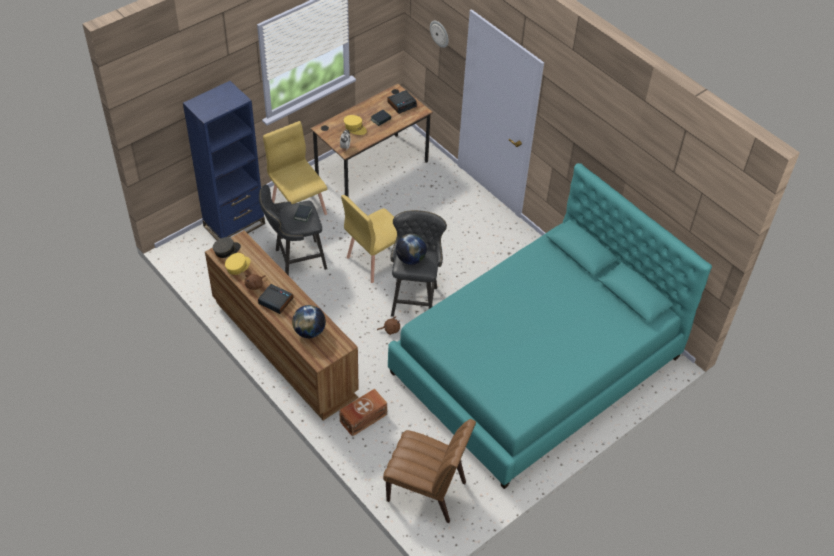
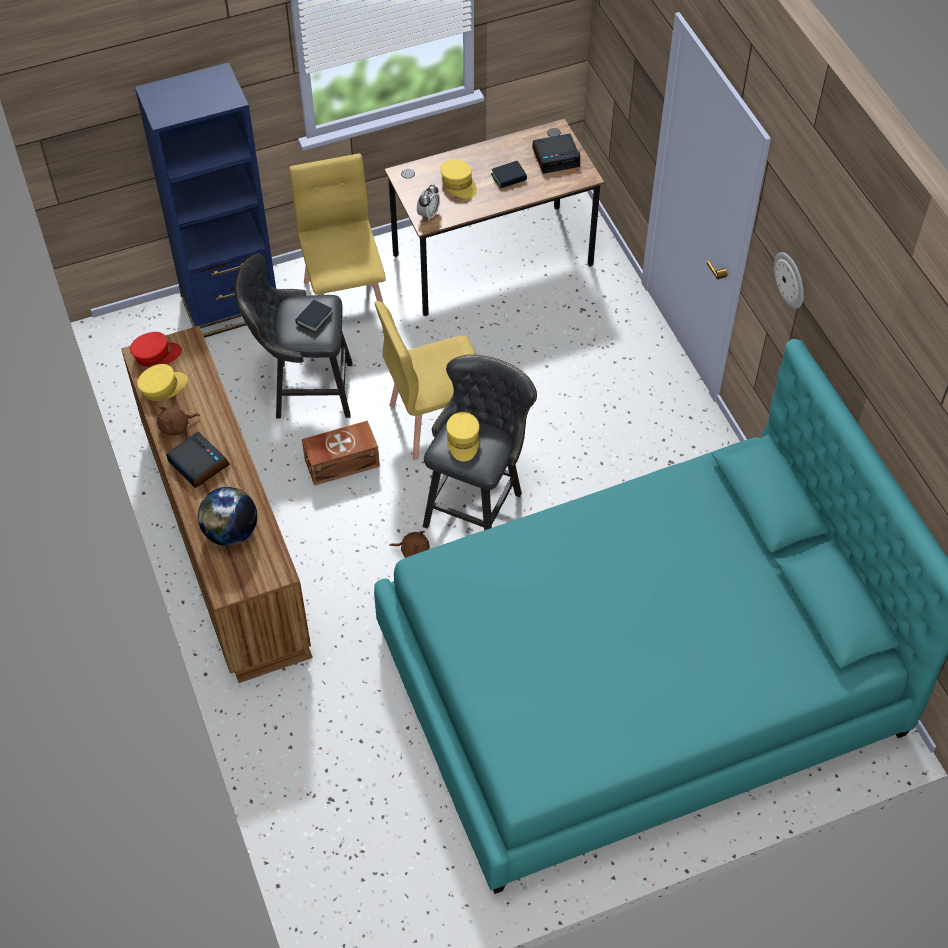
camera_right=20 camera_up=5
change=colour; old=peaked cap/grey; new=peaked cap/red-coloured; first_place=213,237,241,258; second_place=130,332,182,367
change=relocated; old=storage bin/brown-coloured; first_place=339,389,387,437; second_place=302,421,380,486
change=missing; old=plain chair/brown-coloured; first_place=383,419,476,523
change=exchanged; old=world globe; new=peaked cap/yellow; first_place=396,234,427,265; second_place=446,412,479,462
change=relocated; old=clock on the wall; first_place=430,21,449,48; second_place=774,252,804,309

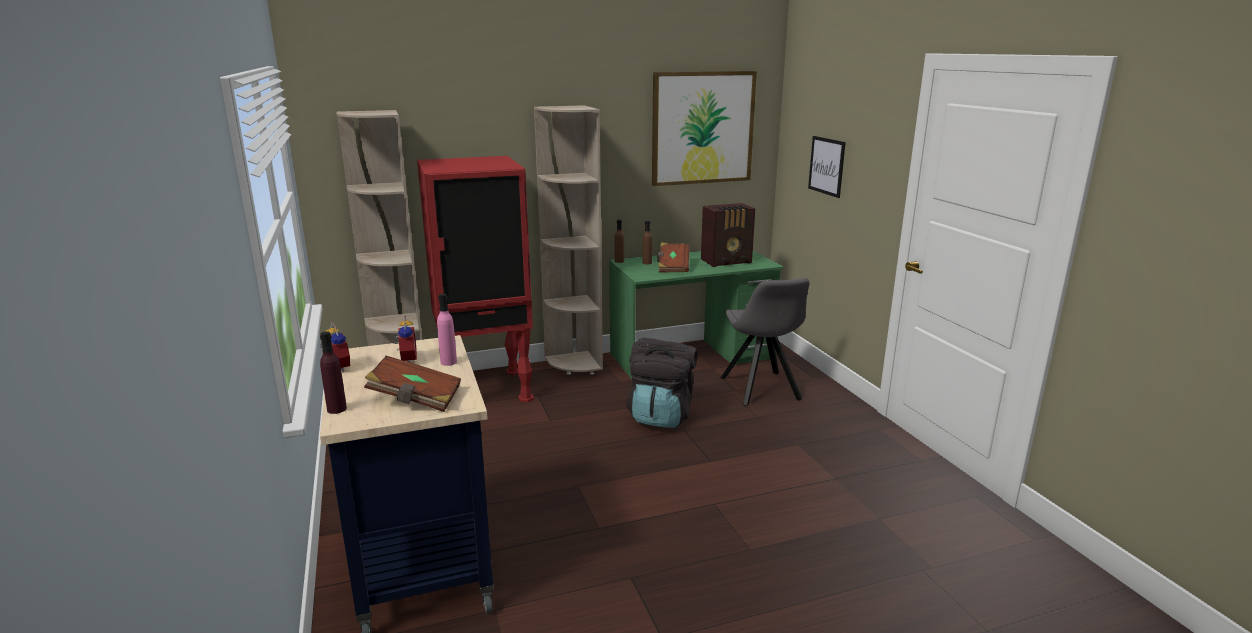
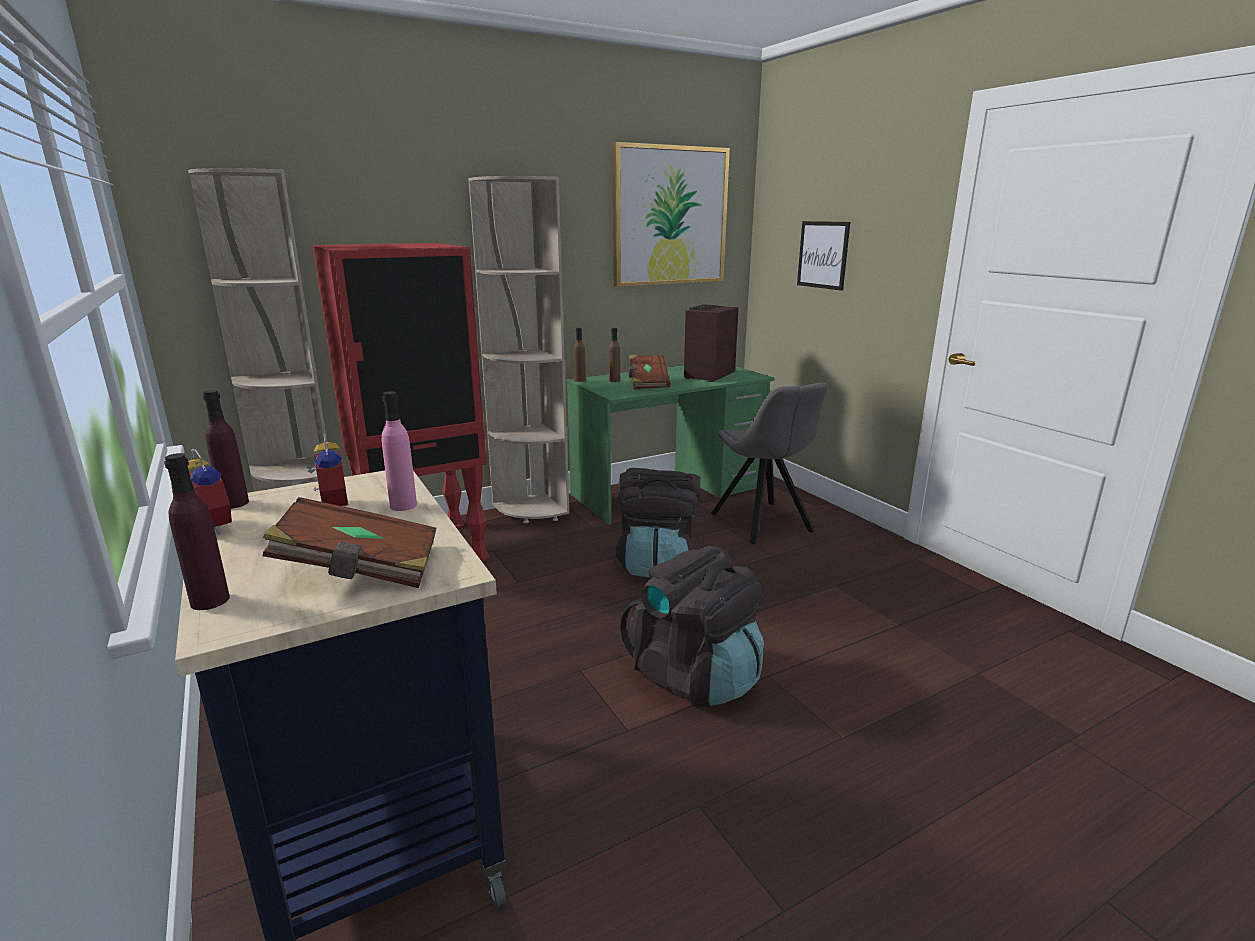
camera_right=-10 camera_up=0
change=spun; old=radio set; first_place=701,203,755,267; second_place=684,304,739,382; degrees=150
change=appeared; new=bottle/purple-coloured; second_place=203,390,249,509
change=appeared; new=rucksack/black; second_place=620,546,764,707

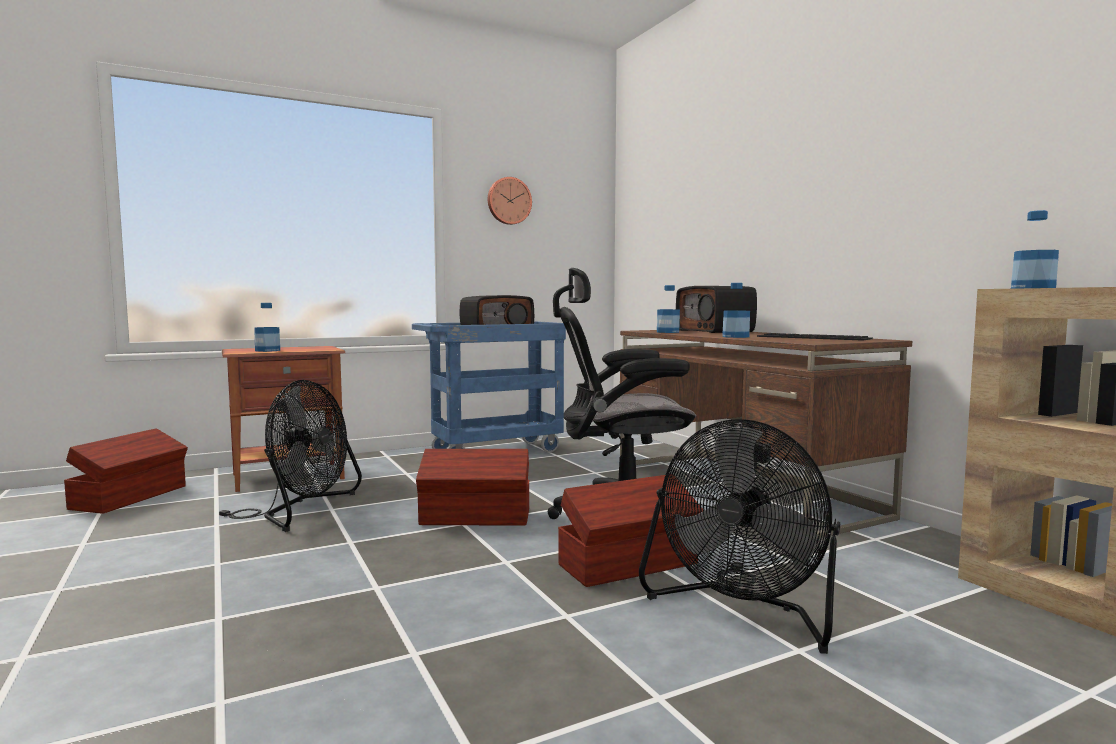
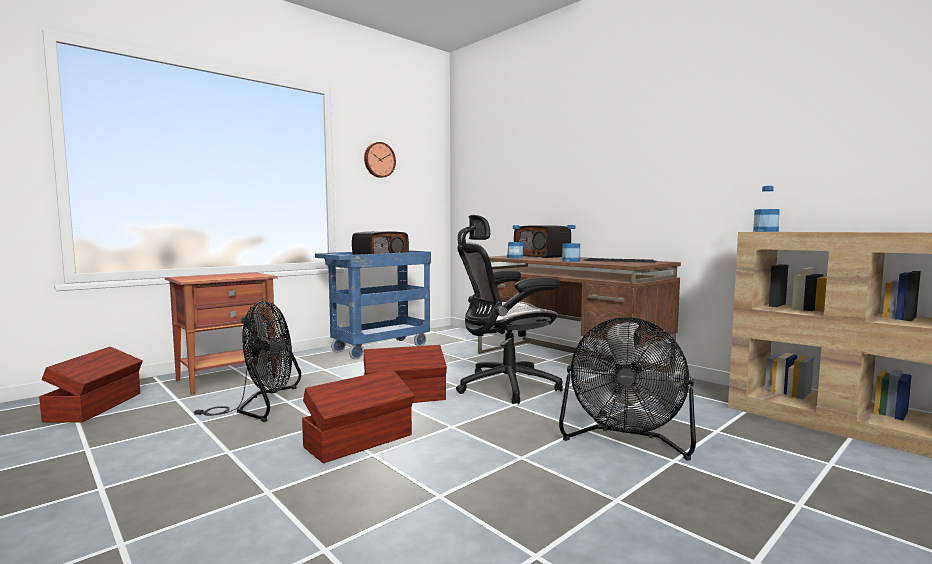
camera_right=-15 camera_up=0
change=missing; old=bottle; first_place=254,303,280,352
change=relocated; old=storage bin/brown-coloured; first_place=558,475,703,587; second_place=302,369,415,463

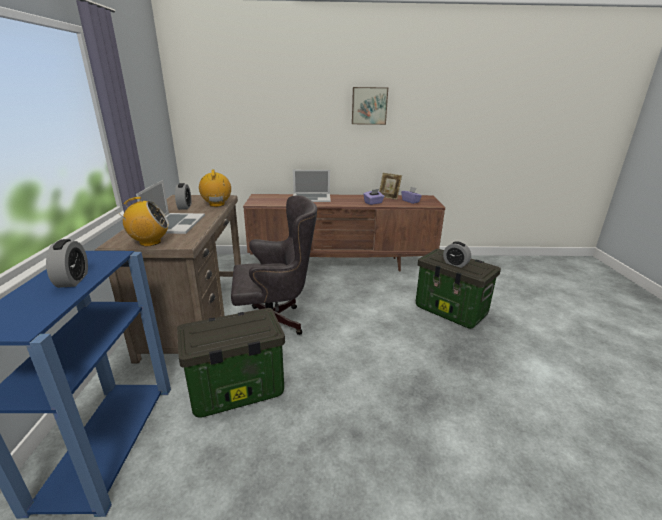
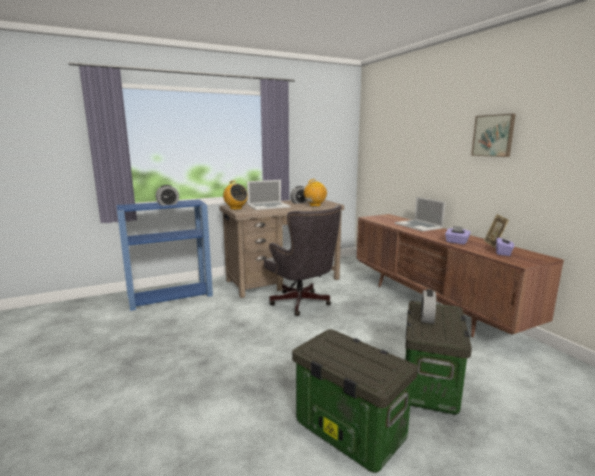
camera_right=65 camera_up=-10
change=relocated; old=storage bin; first_place=177,308,285,418; second_place=292,329,418,473

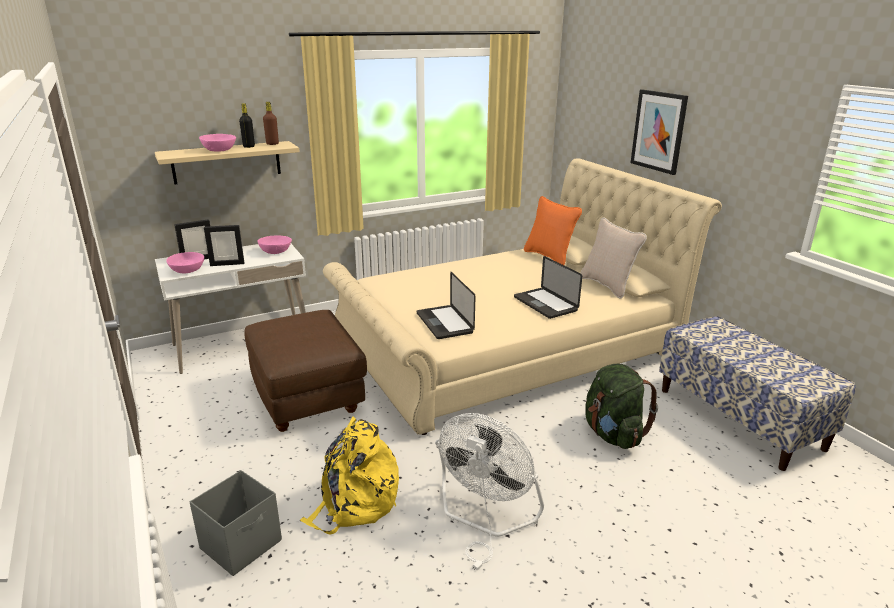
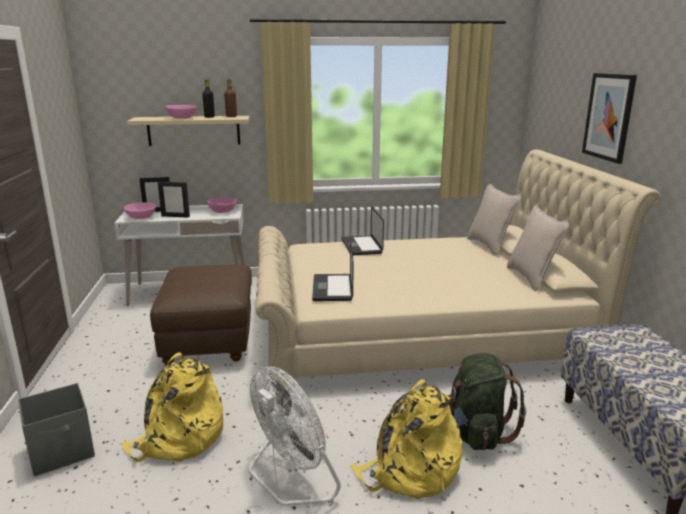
camera_right=20 camera_up=-5
change=relocated; old=portable computer; first_place=514,256,582,319; second_place=342,206,384,255
change=colour; old=cushion/orange; new=cushion/sand-coloured; first_place=524,196,582,265; second_place=467,184,521,256
change=appeared; new=rucksack/yellow; second_place=351,379,463,499

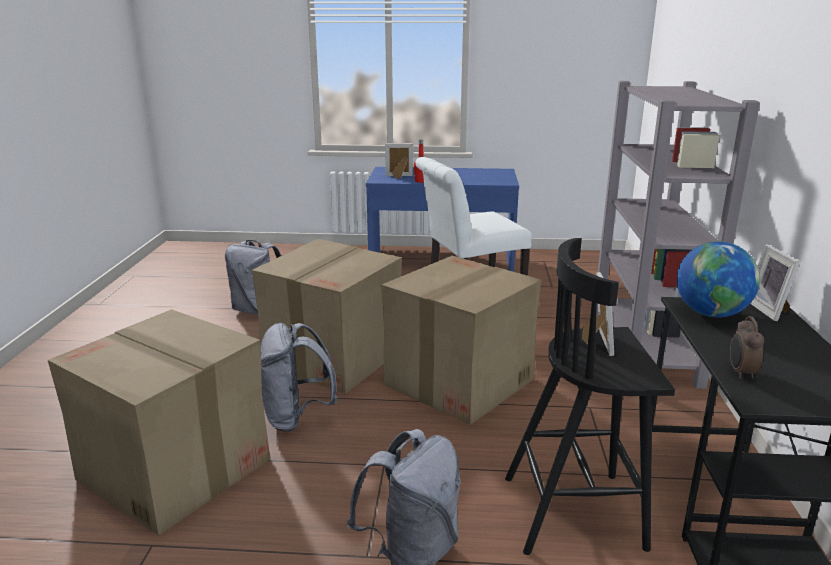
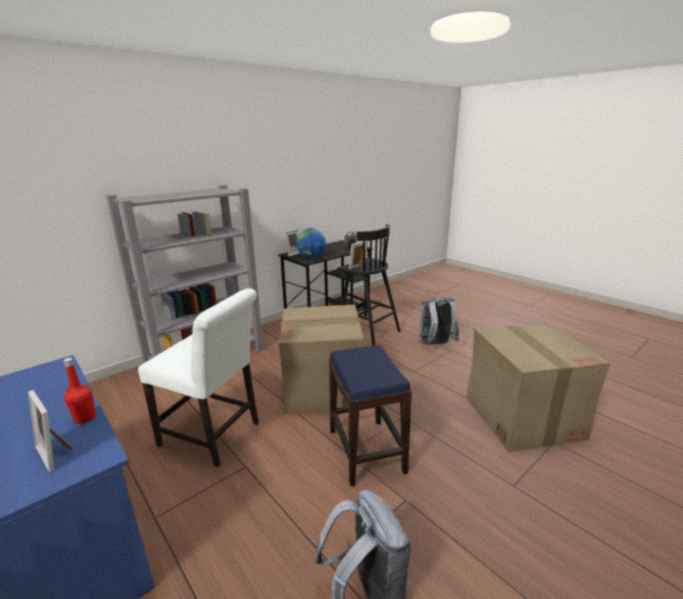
camera_right=-135 camera_up=0
change=exchanged; old=cardboard box; new=stool seat; first_place=252,239,402,394; second_place=329,345,412,486
change=missing; old=rucksack/grey; first_place=260,323,338,432

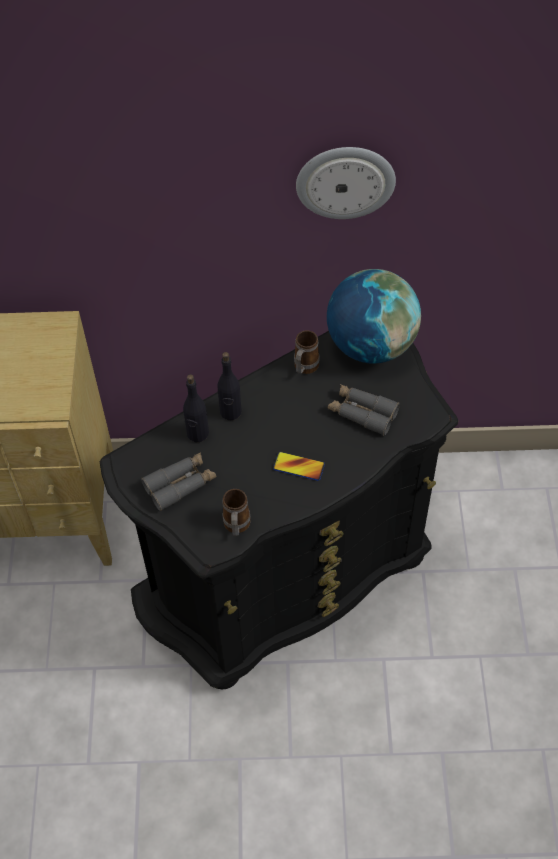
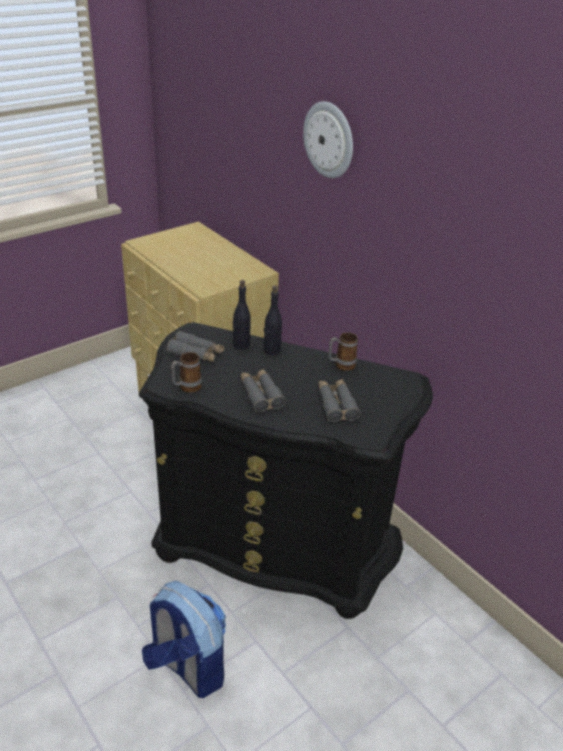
camera_right=50 camera_up=-20
change=exchanged; old=telephone; new=field glasses/grey; first_place=273,452,325,481; second_place=240,369,286,412
change=relocated; old=clock on the wall; first_place=296,147,396,219; second_place=303,101,353,178
change=missing; old=world globe; first_place=327,269,421,364
change=appeared; new=rucksack; second_place=142,581,226,698

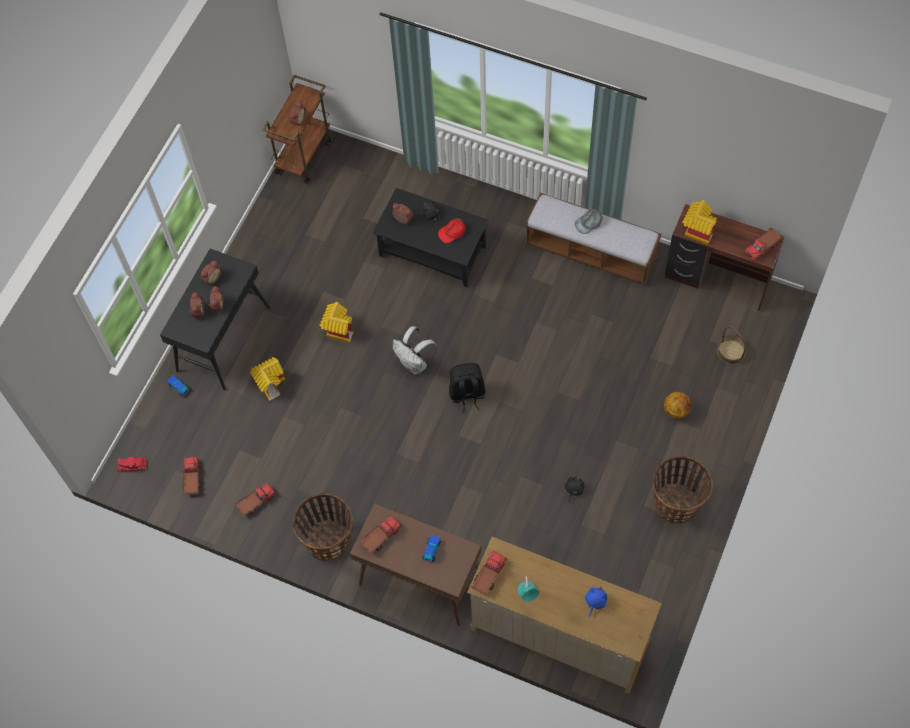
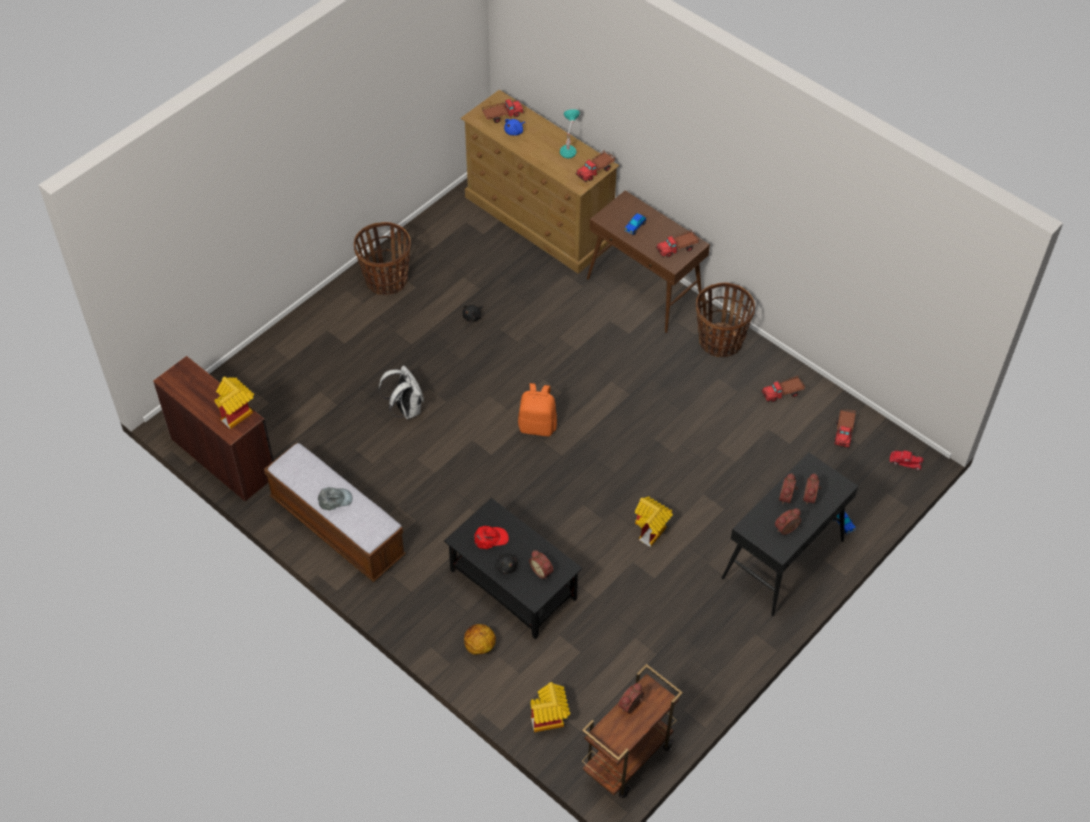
camera_right=-165 camera_up=-10
change=relocated; old=model house; first_place=250,357,285,401; second_place=530,682,570,732
change=relocated; old=rucksack/white; first_place=393,326,437,374; second_place=379,365,424,419
change=colour; old=rucksack/black; new=rucksack/orange; first_place=449,363,485,413; second_place=518,383,557,436
change=relocated; old=ball for basketball; first_place=664,392,691,419; second_place=464,624,496,655
change=missing; old=storage basket; first_place=717,326,747,365
change=relocated; old=toy truck; first_place=743,227,783,262; second_place=482,99,524,123

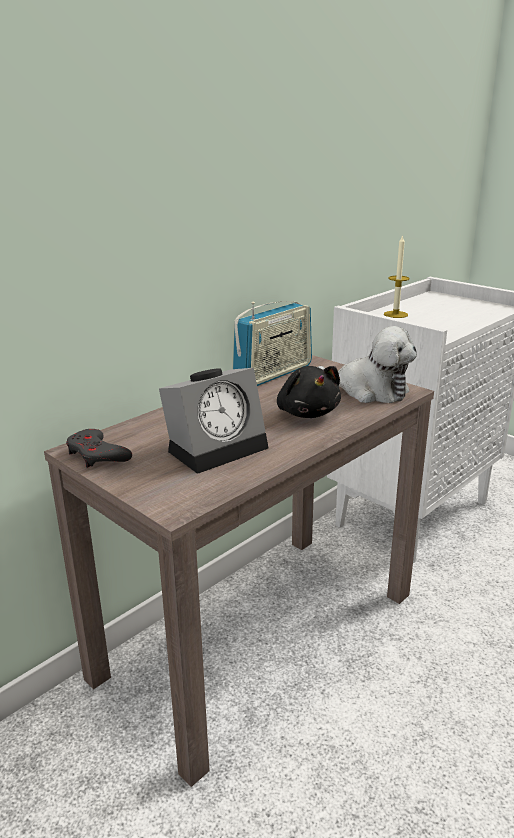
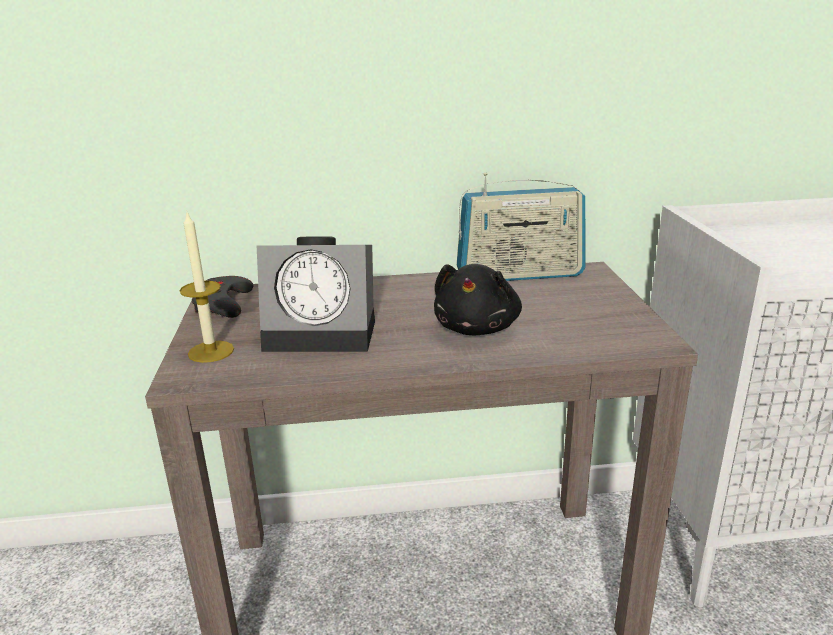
camera_right=40 camera_up=0
change=missing; old=plush toy; first_place=318,326,417,403
change=relocated; old=candle; first_place=384,235,410,318; second_place=179,210,234,363

